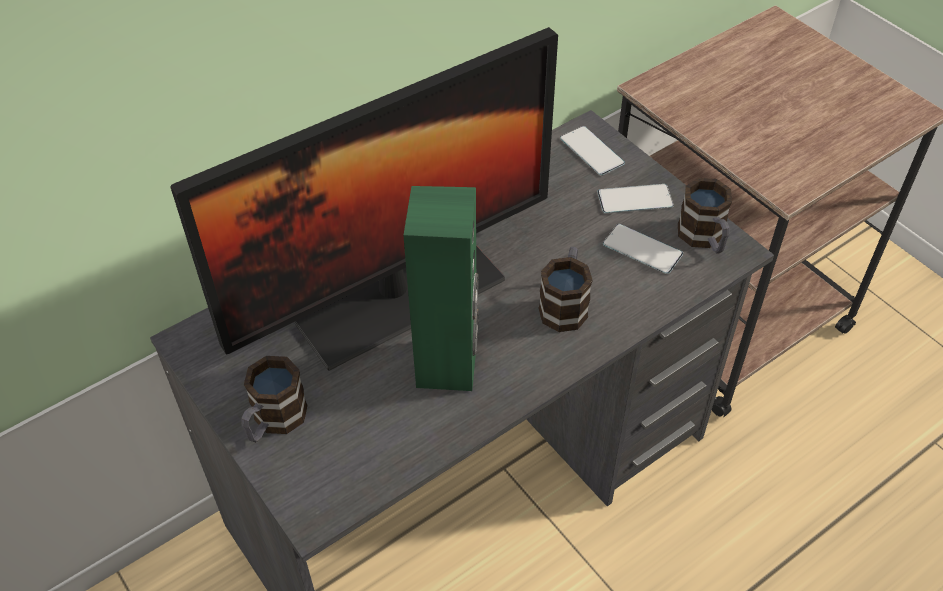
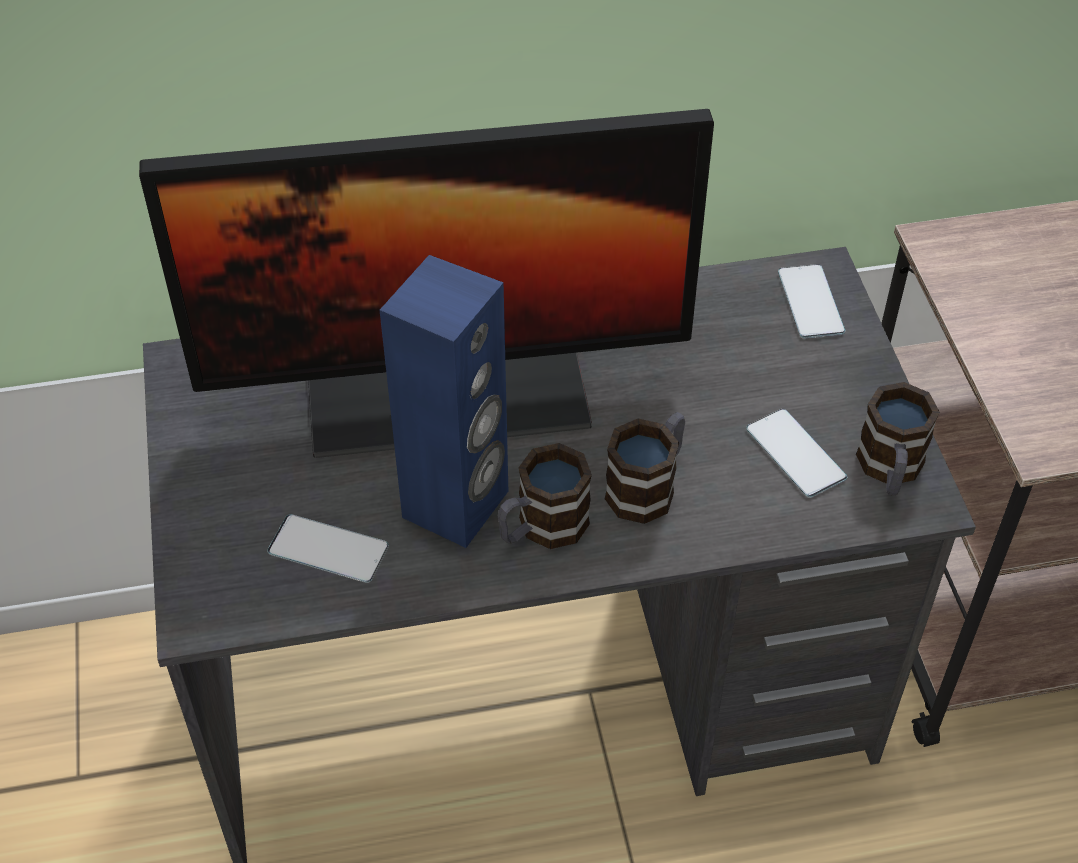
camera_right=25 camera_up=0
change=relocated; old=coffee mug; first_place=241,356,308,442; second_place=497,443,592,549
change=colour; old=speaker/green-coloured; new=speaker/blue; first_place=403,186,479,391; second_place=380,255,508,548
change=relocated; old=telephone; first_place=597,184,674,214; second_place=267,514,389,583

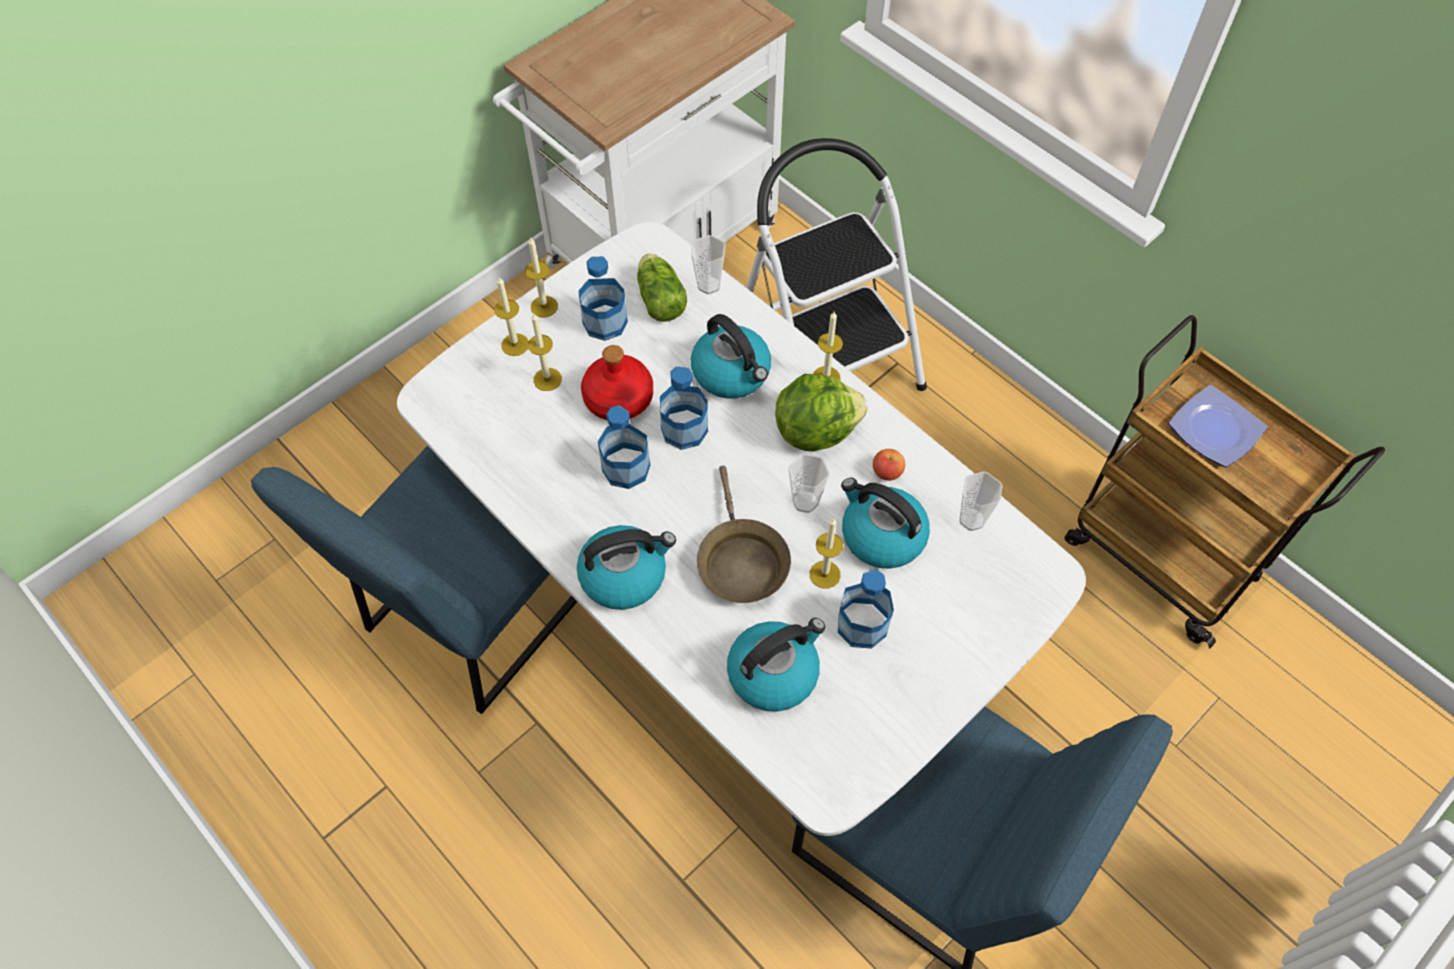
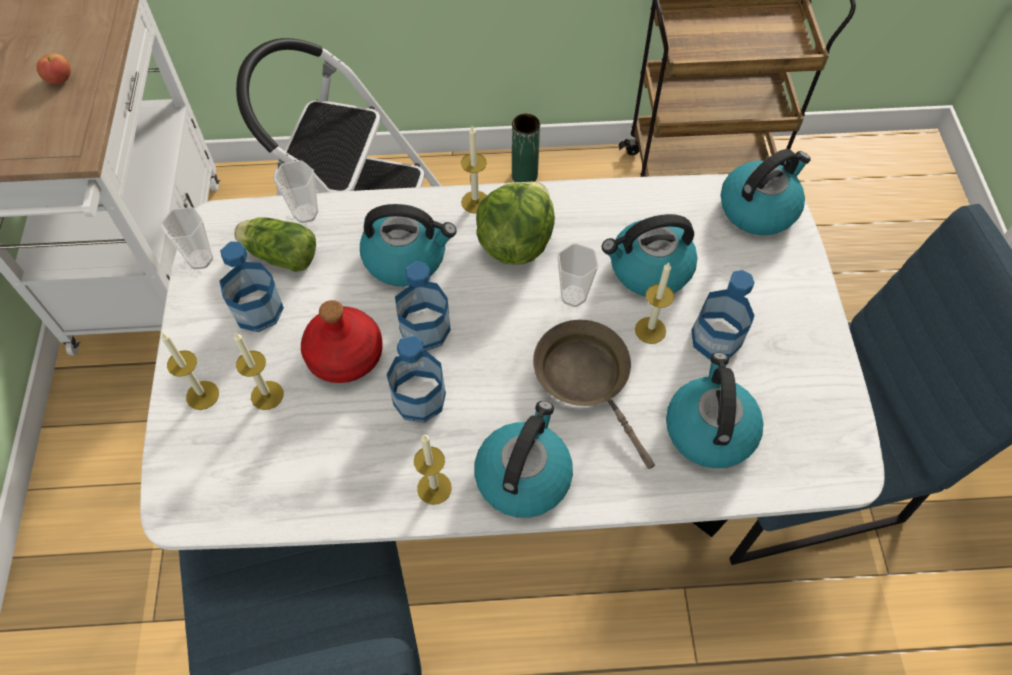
camera_right=-50 camera_up=0
change=relocated; old=candle; first_place=525,237,558,317; second_place=414,434,452,505
change=spun; old=pan/brown-coloured; first_place=697,466,791,603; second_place=533,320,655,469; degrees=-150
change=relocated; old=whole apple; first_place=873,449,905,481; second_place=36,53,71,84
change=relocated; old=small cup; first_place=959,471,1003,531; second_place=160,207,213,269
change=missing; old=dinner plate; first_place=1169,385,1267,467
change=appeared; new=vase/green-coloured; second_place=512,114,540,182
change=appeared; new=water kettle; second_place=721,149,811,235

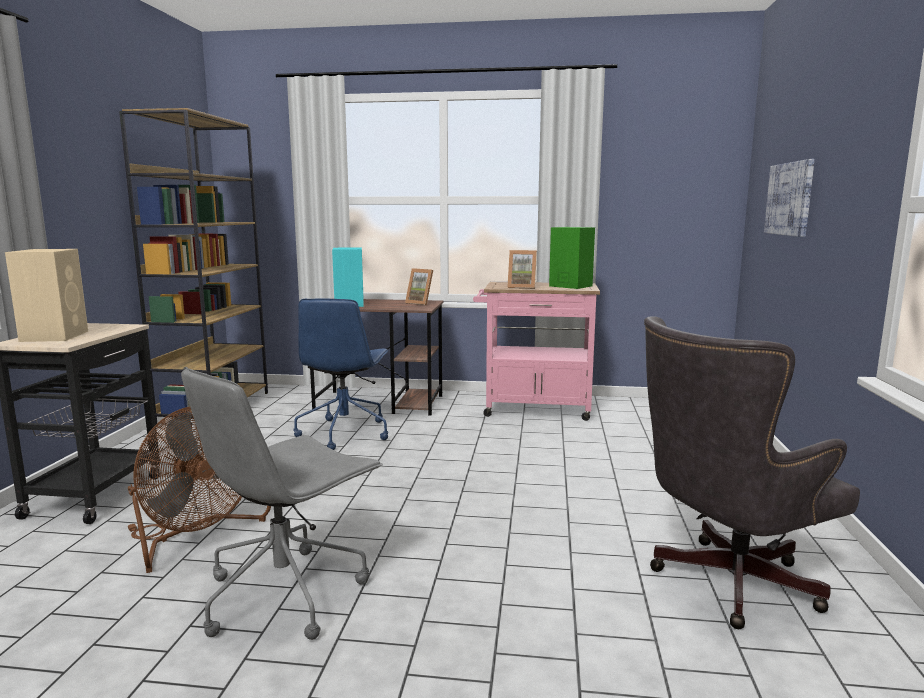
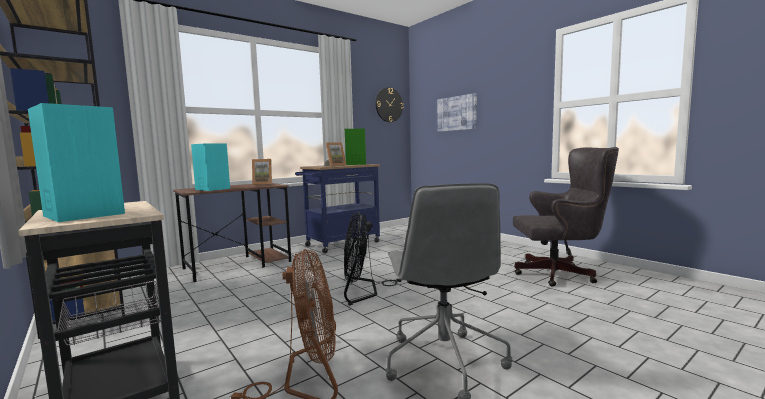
camera_right=-45 camera_up=-5
change=colour; old=speaker/sand-coloured; new=speaker/blue-green; first_place=5,249,88,342; second_place=28,103,125,222
change=missing; old=computer chair/blue; first_place=293,299,389,450
change=colour; old=trolley/pink-coloured; new=trolley/blue; first_place=473,282,600,421; second_place=295,164,380,254
change=spun; old=computer chair/grey; first_place=644,316,860,629; second_place=513,147,619,287; degrees=-105
change=appeared; new=fan/black; second_place=344,212,402,306
change=appeared; new=clock on the wall; second_place=376,87,403,122

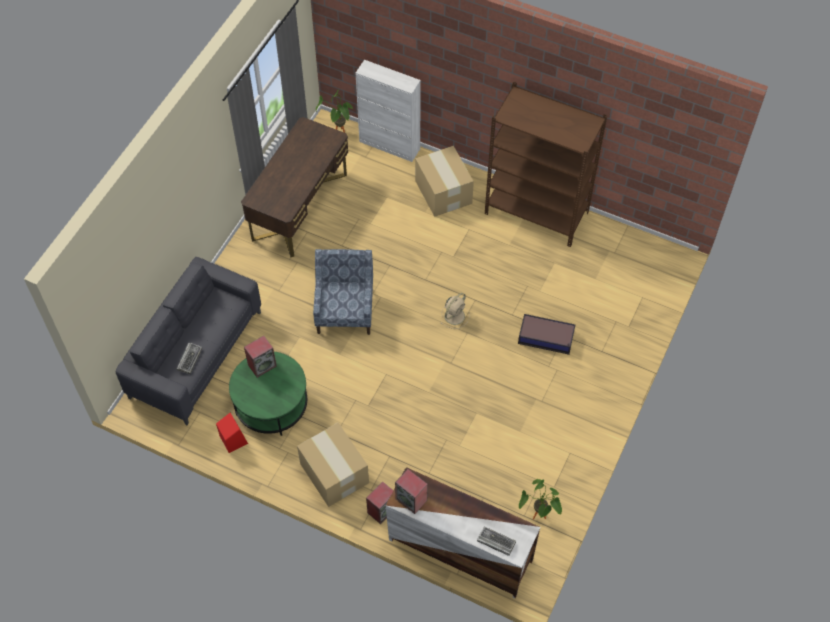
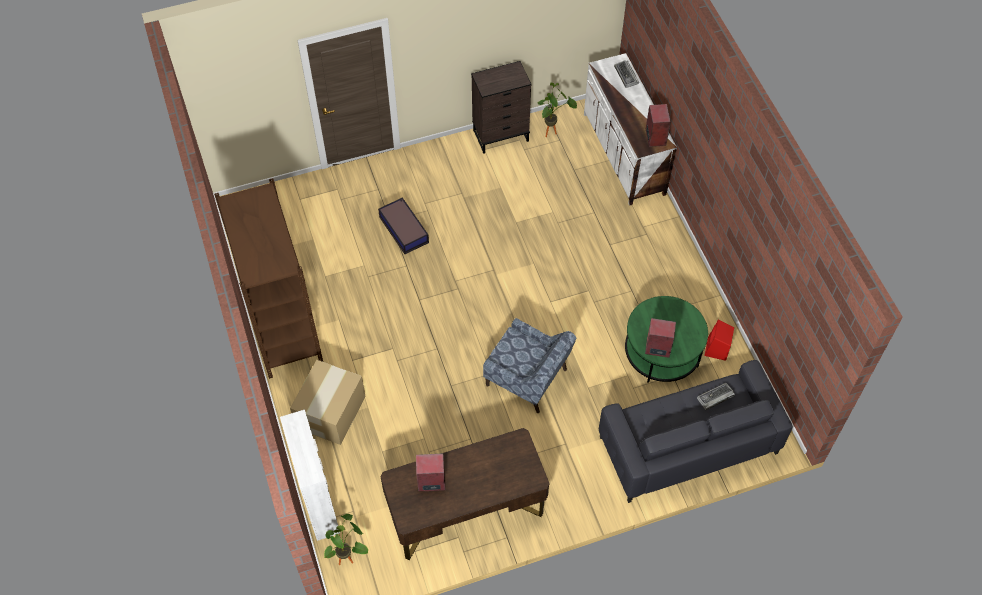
camera_right=-135 camera_up=0
change=missing; old=cardboard box; first_place=297,423,369,507
change=spun; old=lounge chair/blue; first_place=313,249,373,335; second_place=483,318,576,413; degrees=-105
change=relocated; old=speaker; first_place=366,482,394,524; second_place=416,453,445,492
change=missing; old=fan/sand-coloured; first_place=441,293,470,329
change=appeared; new=drawer chest/brown-coloured; second_place=471,61,531,154

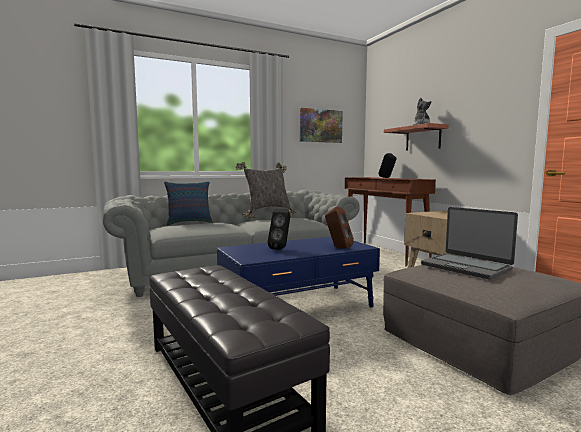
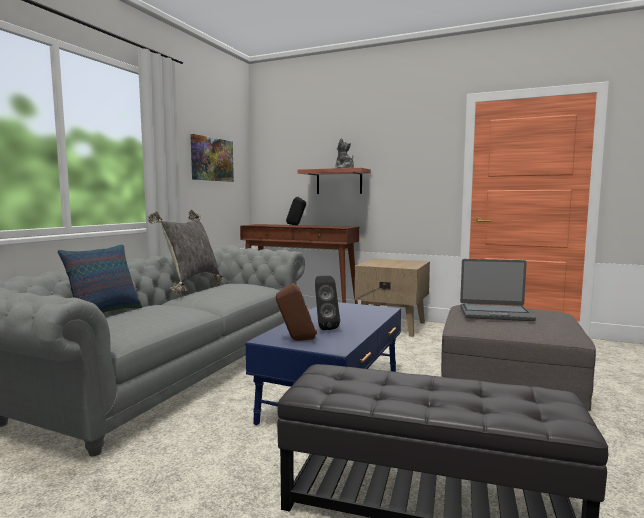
camera_right=-40 camera_up=0
change=relocated; old=speaker/brown-coloured; first_place=325,207,354,248; second_place=276,283,317,341

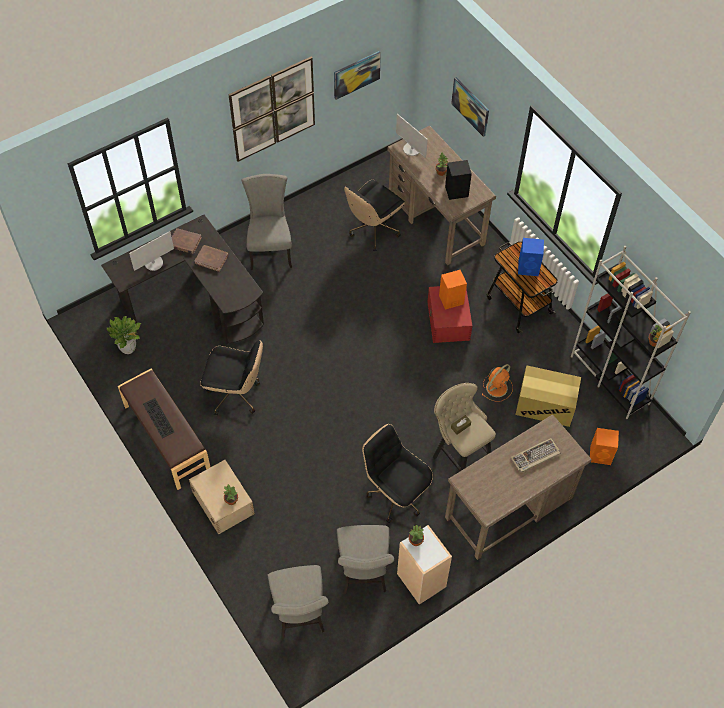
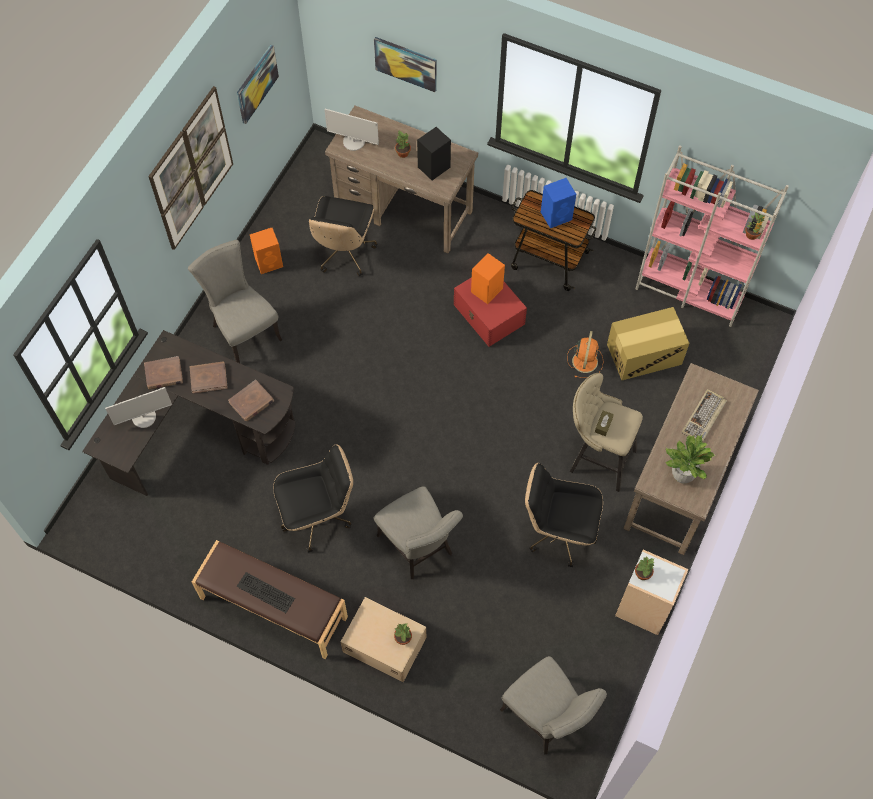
camera_right=-30 camera_up=5
change=relocated; old=houseplant; first_place=107,316,141,354; second_place=665,435,715,484
change=spun; old=computer display; first_place=129,231,174,271; second_place=105,387,172,428; degrees=45
change=relocated; old=plain chair/grey; first_place=337,525,394,594; second_place=373,486,463,579
change=colour; old=shelving unit/black; new=shelving unit/pink-coloured; first_place=571,246,691,419; second_place=636,145,789,327
change=relocated; old=speaker/orange; first_place=590,428,619,465; second_place=249,228,283,274
change=appeared; new=volume/brown-coloured; second_place=228,380,274,421

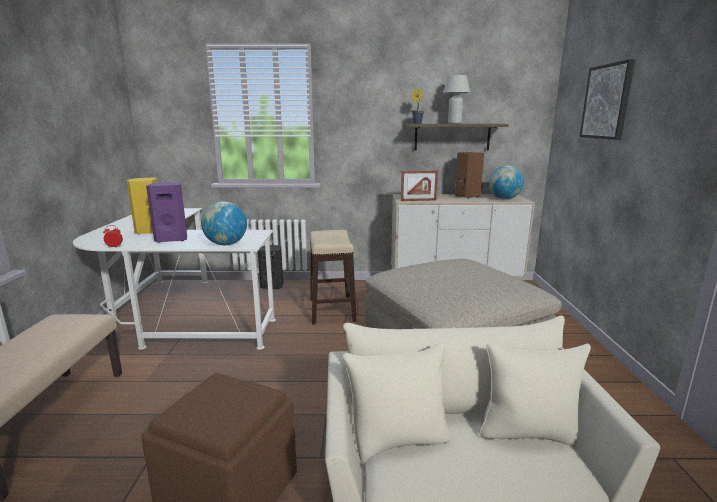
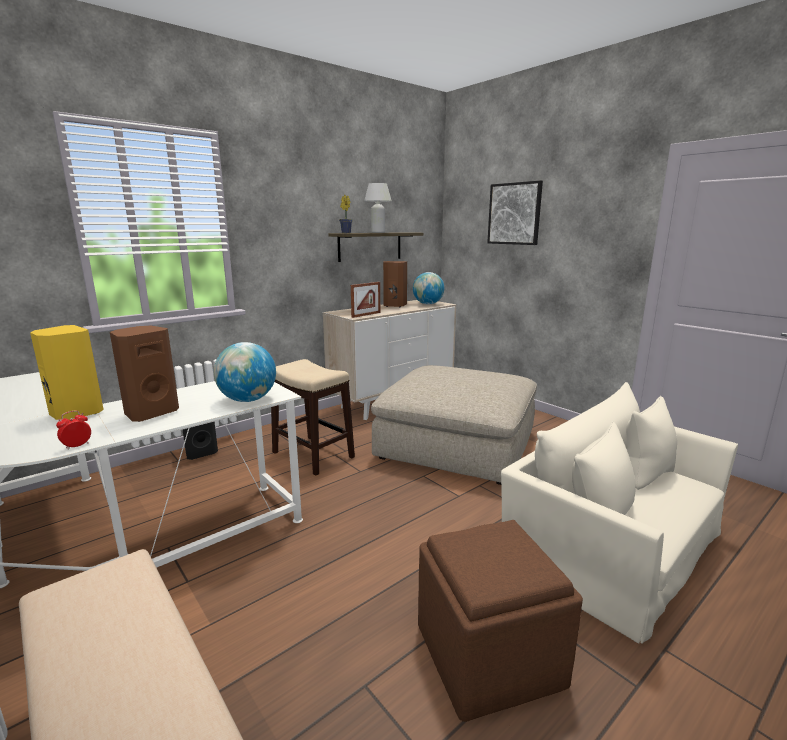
camera_right=-40 camera_up=0
change=colour; old=speaker/purple-coloured; new=speaker/brown-coloured; first_place=146,182,187,242; second_place=110,326,179,422

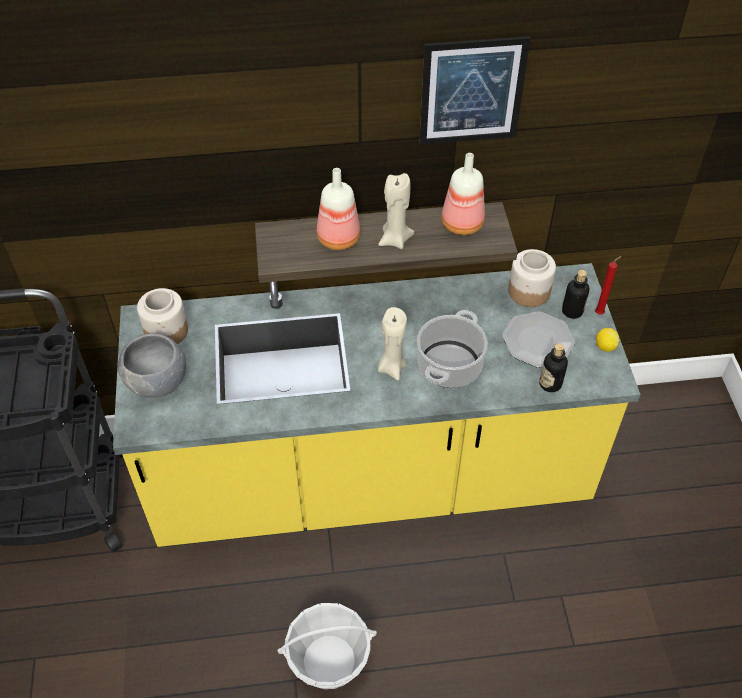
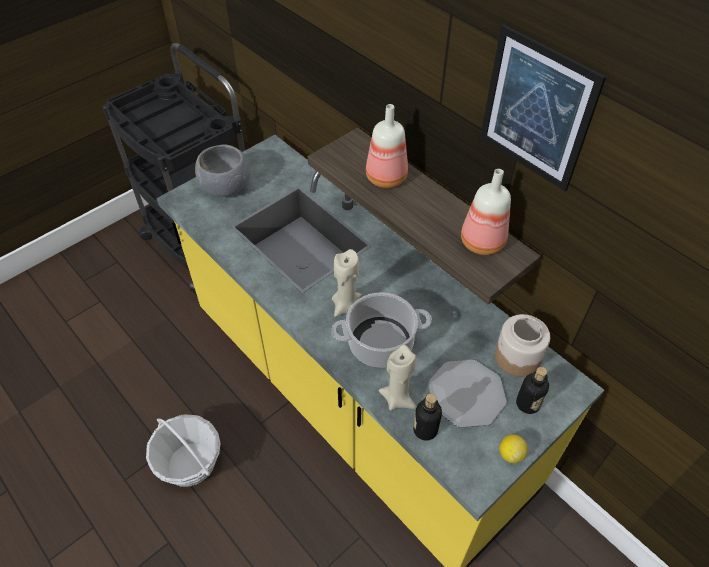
camera_right=55 camera_up=0
change=missing; old=preserve jar; first_place=137,288,188,344
change=relocated; old=candle/sand-coloured; first_place=378,173,415,249; second_place=379,345,416,411
change=missing; old=candle/red-coloured; first_place=595,256,622,315

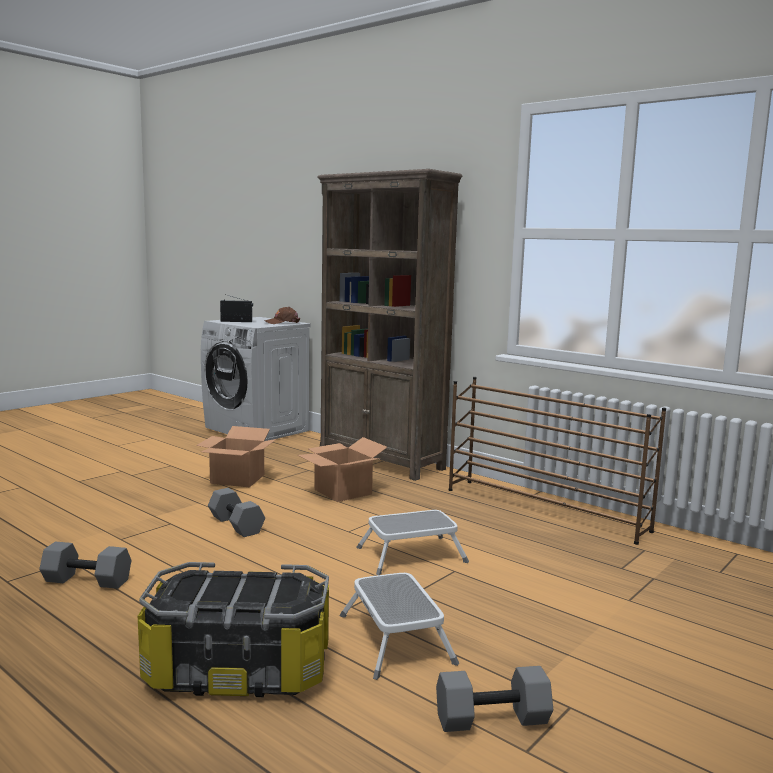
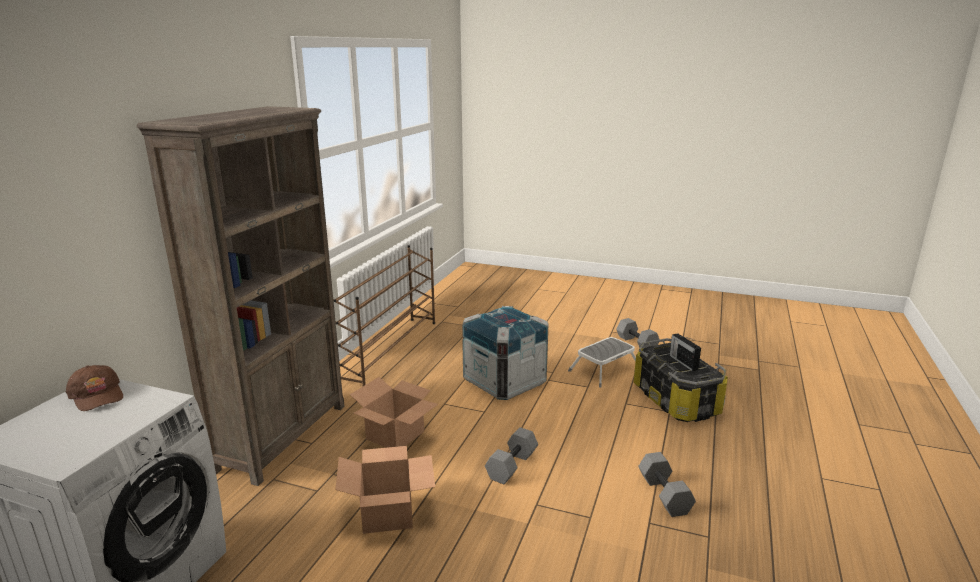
camera_right=-110 camera_up=10
change=relocated; old=radio set; first_place=220,295,253,322; second_place=670,334,701,371
change=exchanged; old=step stool/grey; new=shipping crate; first_place=356,510,469,575; second_place=462,306,548,400

